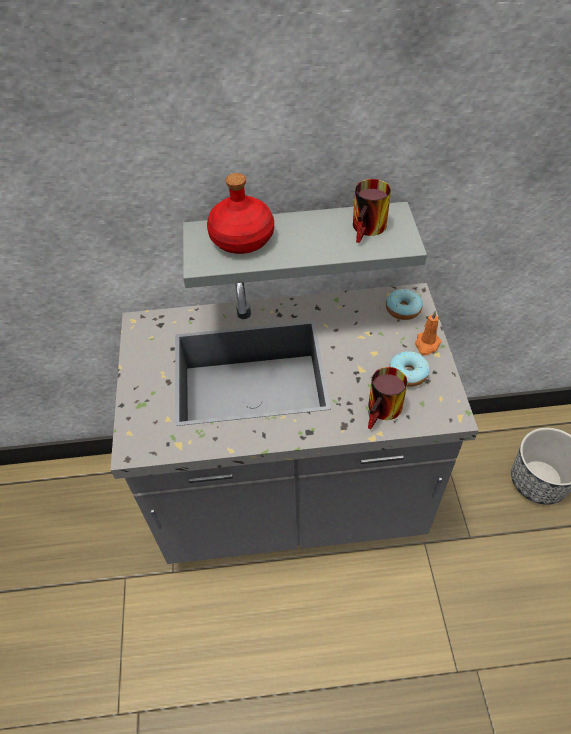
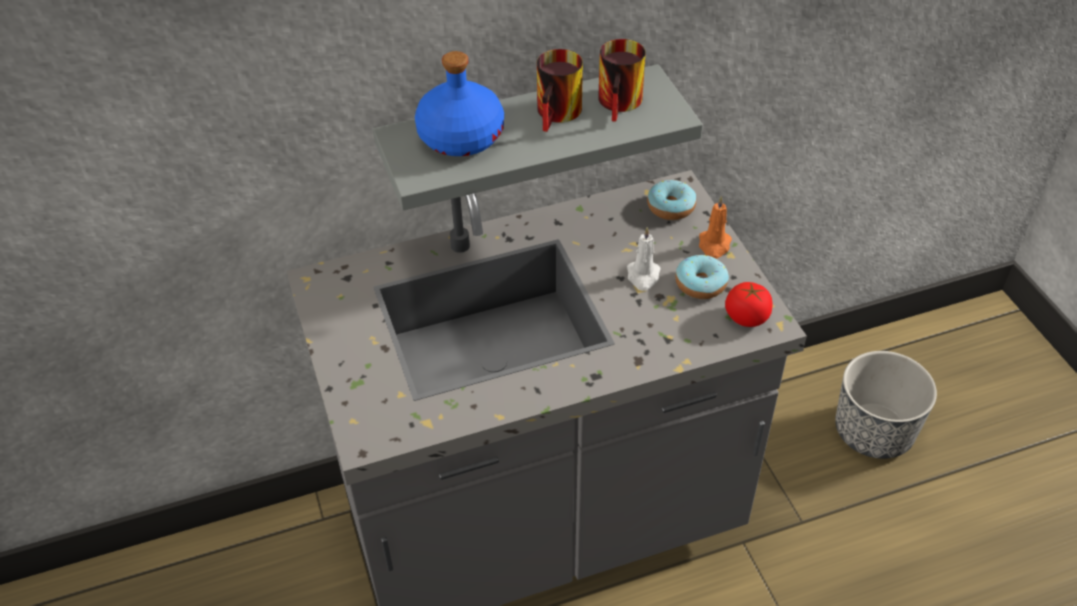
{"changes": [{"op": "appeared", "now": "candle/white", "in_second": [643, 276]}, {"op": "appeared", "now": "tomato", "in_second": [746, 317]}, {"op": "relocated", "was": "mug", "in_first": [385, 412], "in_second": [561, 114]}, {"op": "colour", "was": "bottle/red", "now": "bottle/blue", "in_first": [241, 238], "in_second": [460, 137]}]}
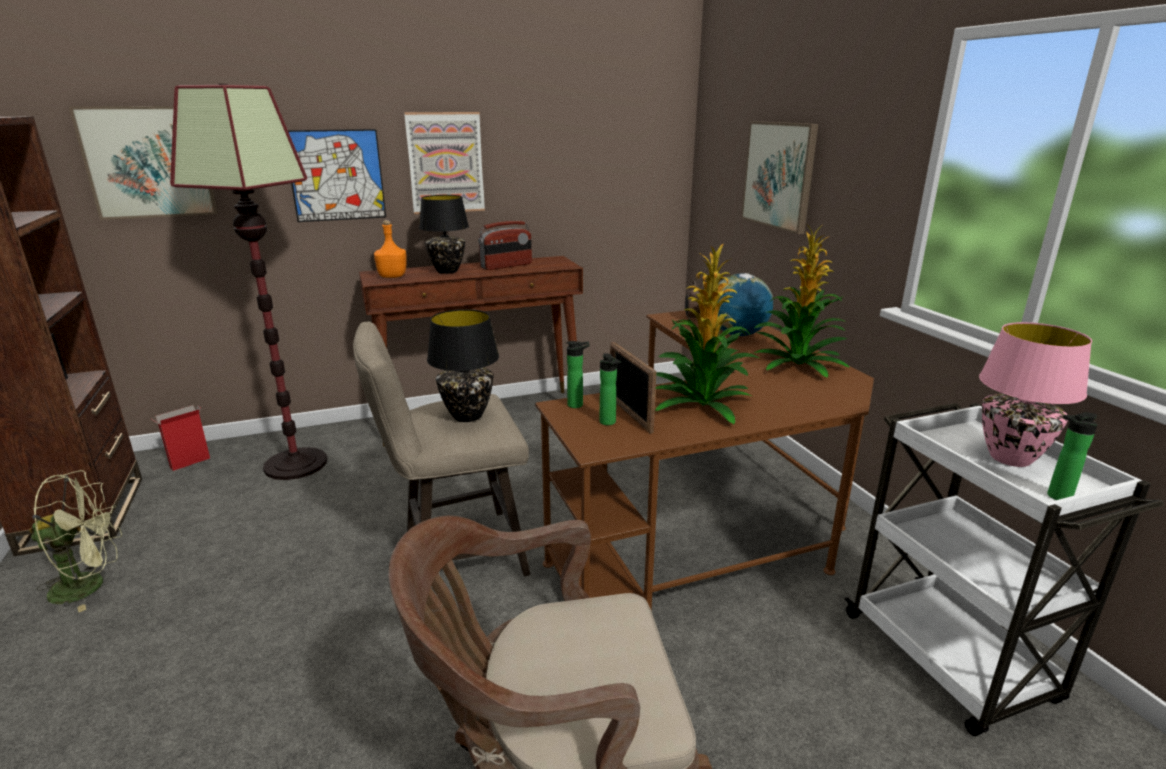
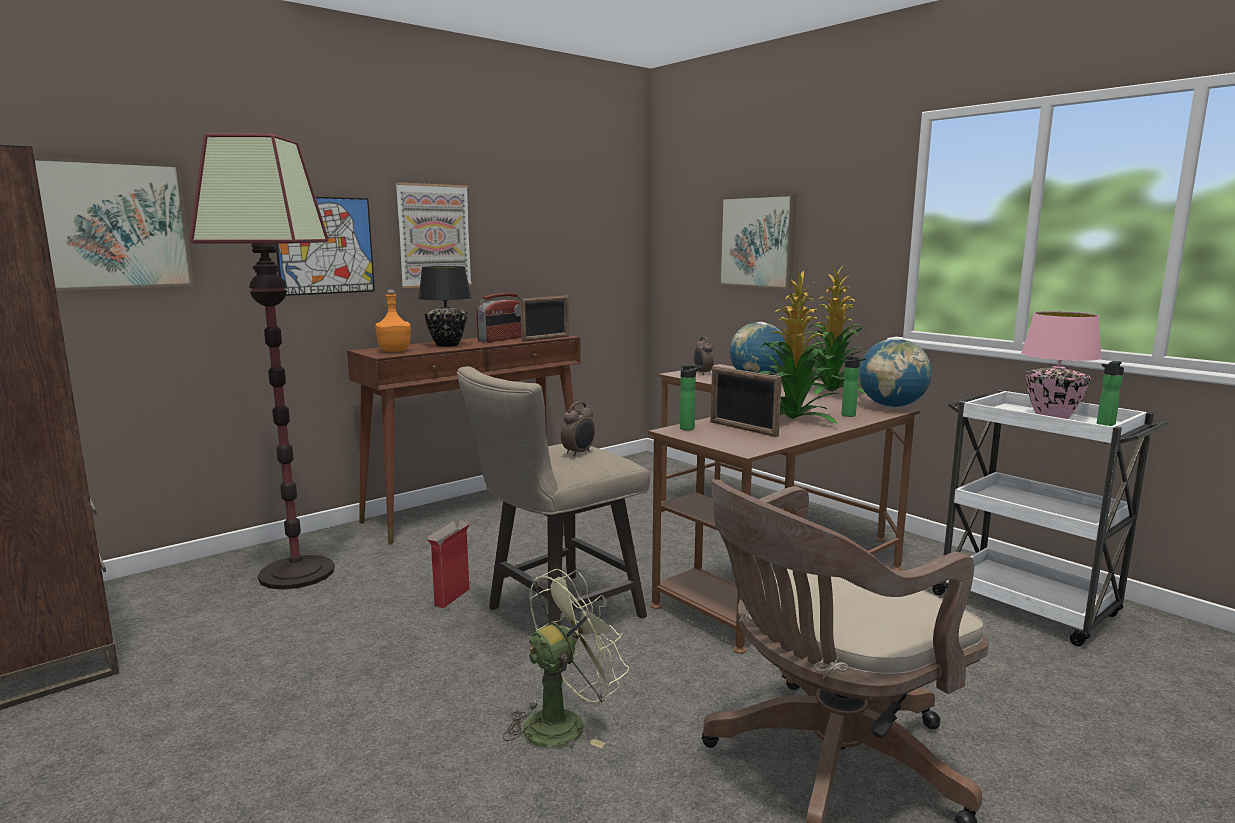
{"changes": [{"op": "appeared", "now": "picture frame", "in_second": [545, 338]}, {"op": "appeared", "now": "globe", "in_second": [892, 406]}, {"op": "relocated", "was": "fan/green", "in_first": [90, 585], "in_second": [564, 722]}, {"op": "relocated", "was": "cardboard box", "in_first": [189, 463], "in_second": [451, 597]}, {"op": "relocated", "was": "bottle", "in_first": [609, 423], "in_second": [850, 415]}, {"op": "exchanged", "was": "table lamp/black", "now": "alarm clock", "in_first": [467, 416], "in_second": [579, 453]}]}
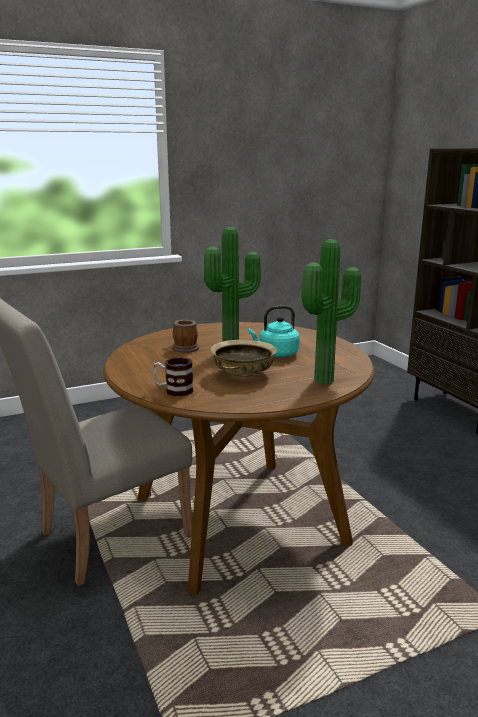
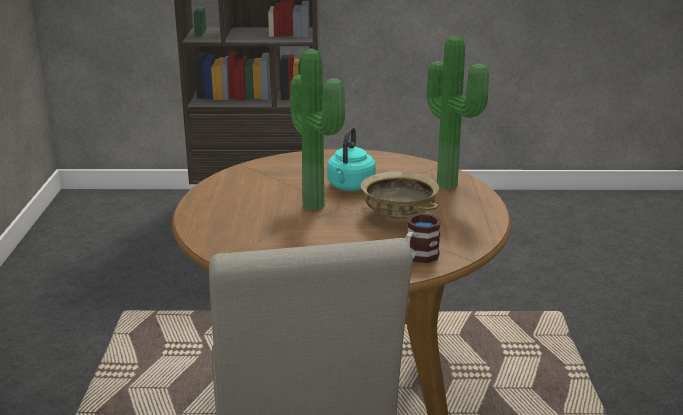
{"changes": [{"op": "missing", "was": "mug", "in_first": [183, 347]}]}
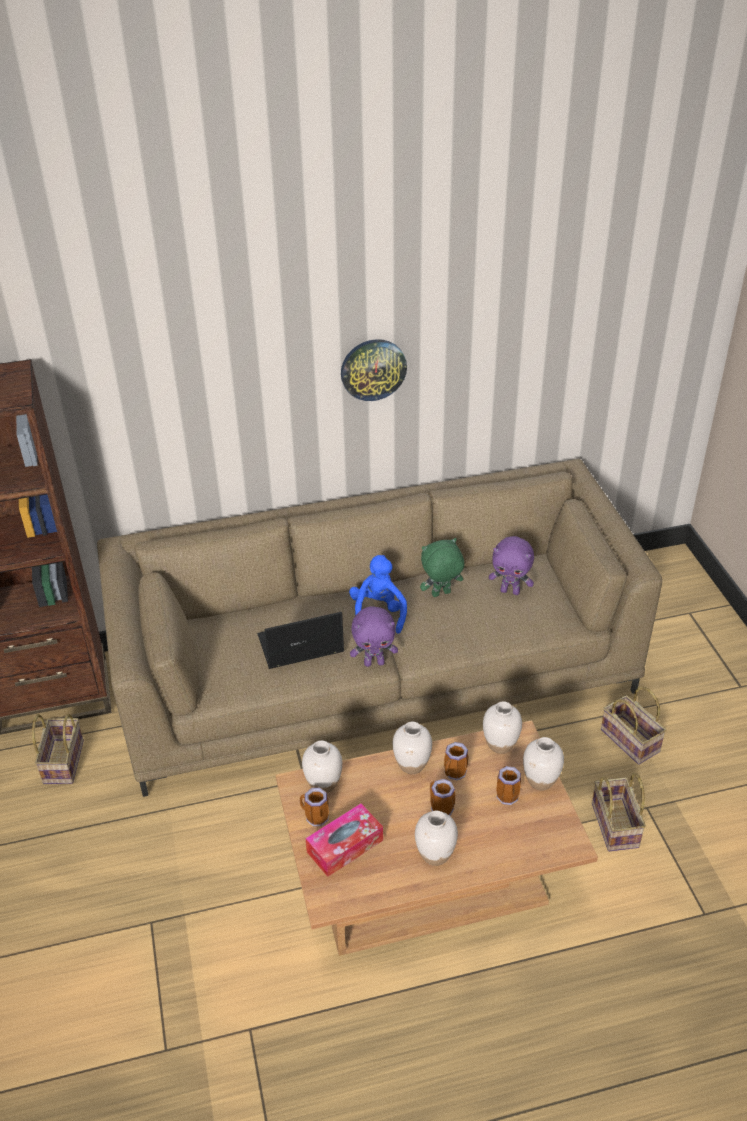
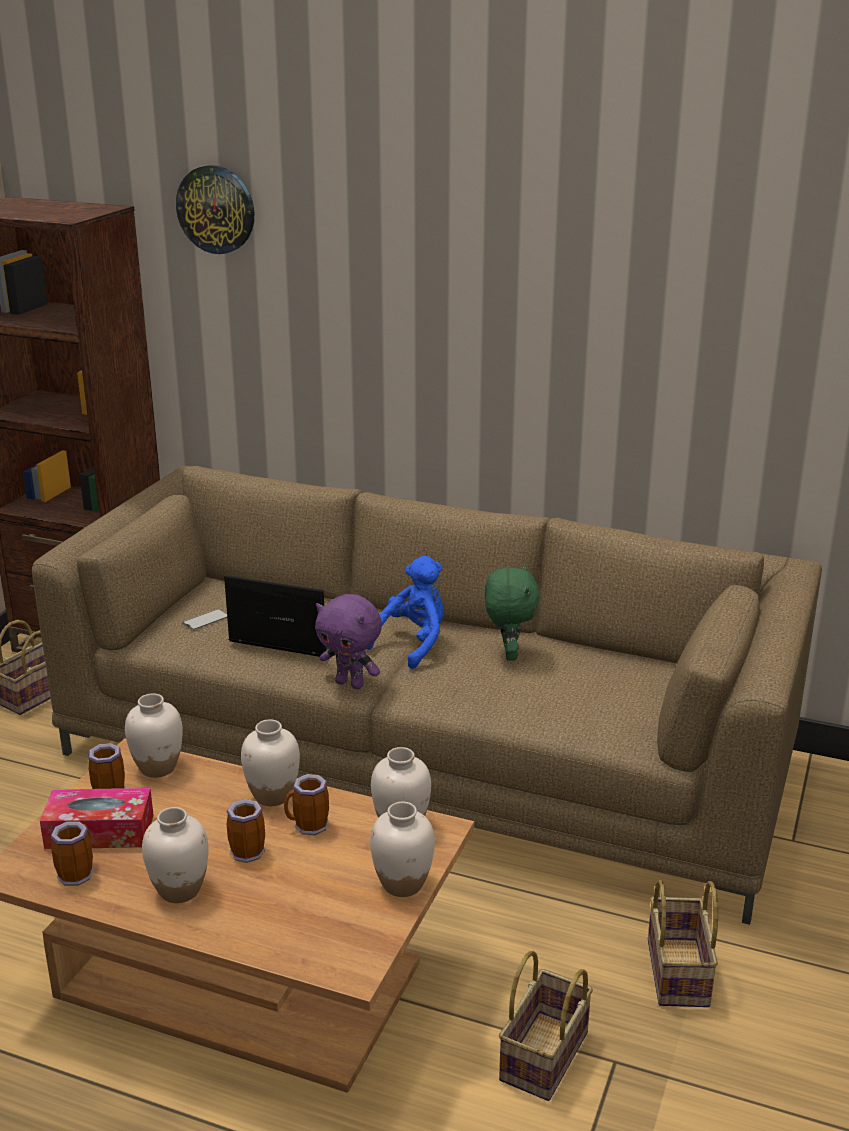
{"changes": [{"op": "missing", "was": "plush toy/purple", "in_first": [510, 591]}, {"op": "appeared", "now": "phone", "in_second": [206, 620]}, {"op": "relocated", "was": "wall clock", "in_first": [373, 369], "in_second": [216, 209]}, {"op": "relocated", "was": "mug", "in_first": [505, 795], "in_second": [76, 873]}, {"op": "spun", "was": "plush toy/green", "in_first": [441, 594], "in_second": [508, 654], "clockwise": 75}]}
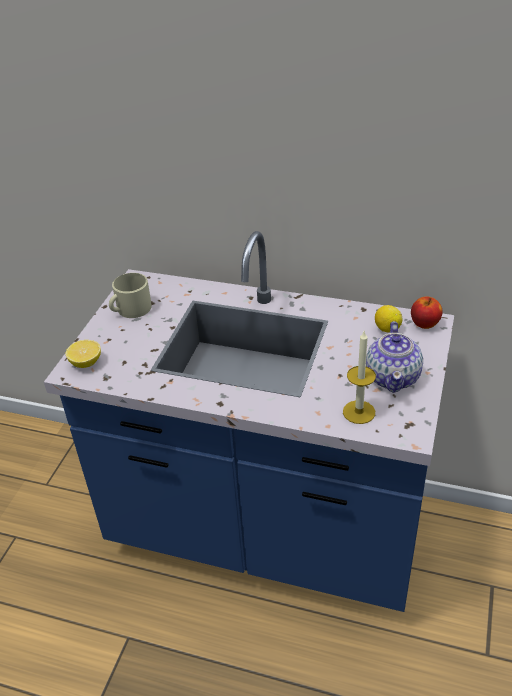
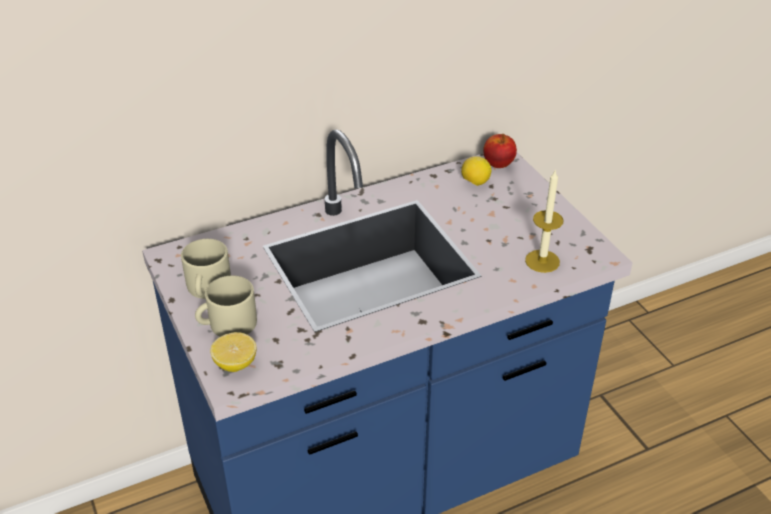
{"changes": [{"op": "missing", "was": "teapot", "in_first": [393, 377]}, {"op": "appeared", "now": "mug/beige", "in_second": [227, 324]}]}
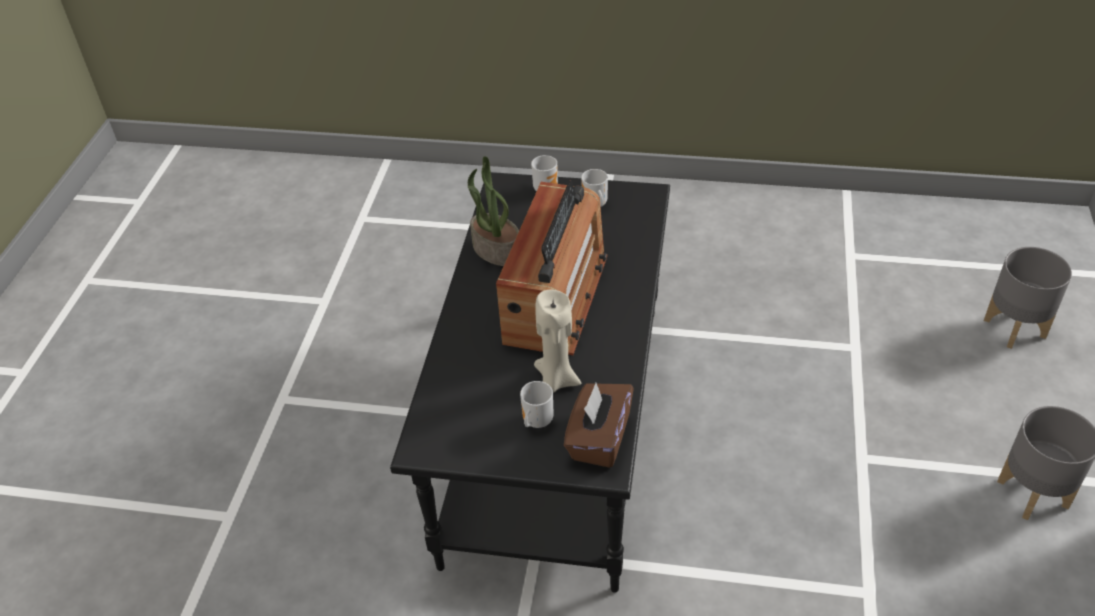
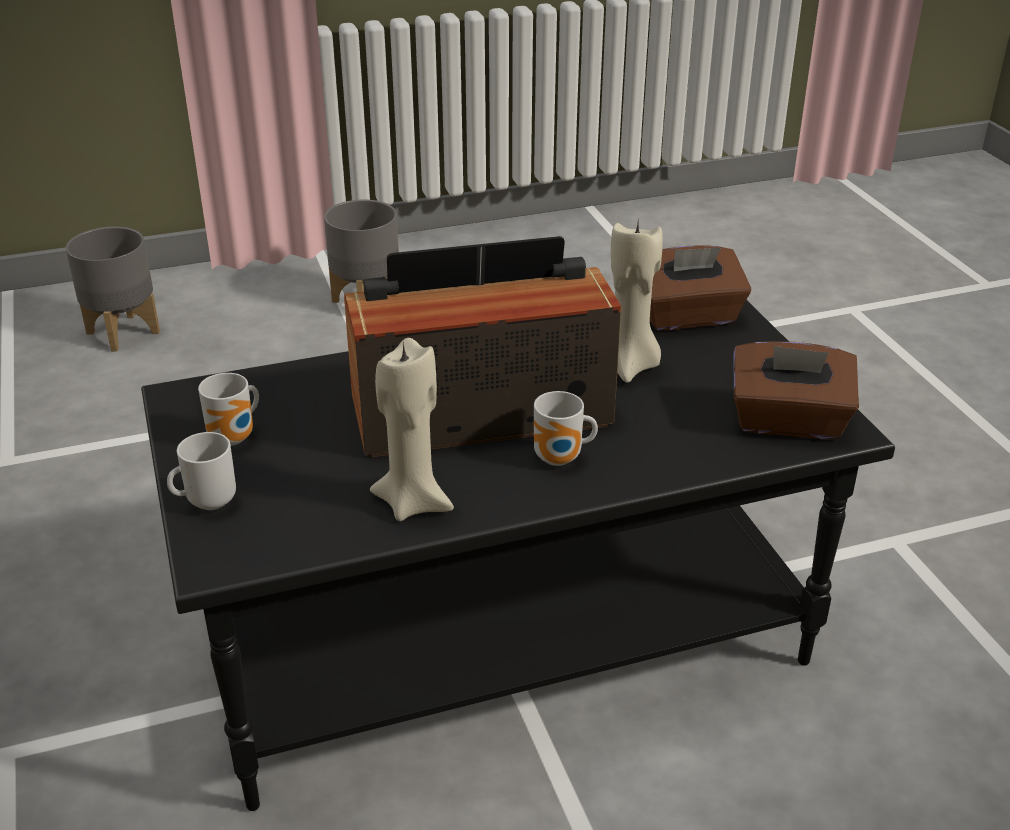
{"changes": [{"op": "appeared", "now": "tissue box/brown", "in_second": [788, 422]}, {"op": "relocated", "was": "mug", "in_first": [535, 422], "in_second": [561, 459]}, {"op": "exchanged", "was": "potted plant", "now": "candle/beige", "in_first": [495, 250], "in_second": [413, 502]}]}
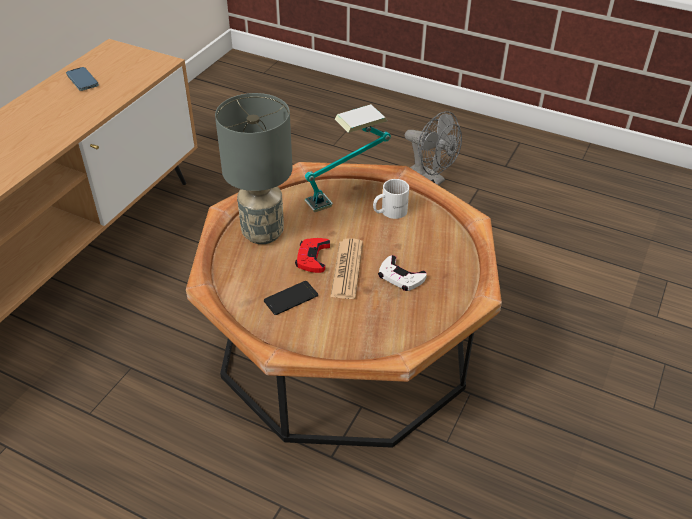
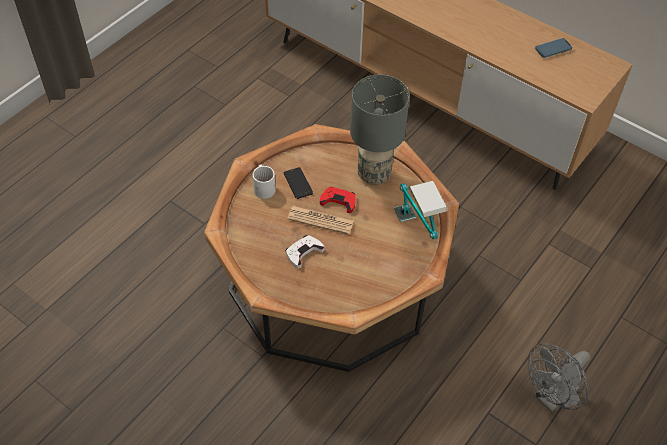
{"changes": [{"op": "relocated", "was": "mug/white", "in_first": [389, 211], "in_second": [264, 186]}]}
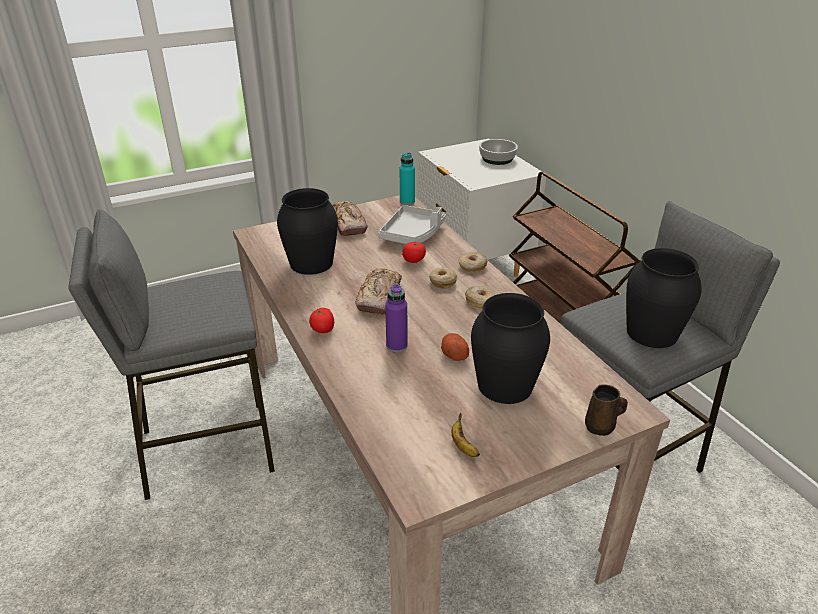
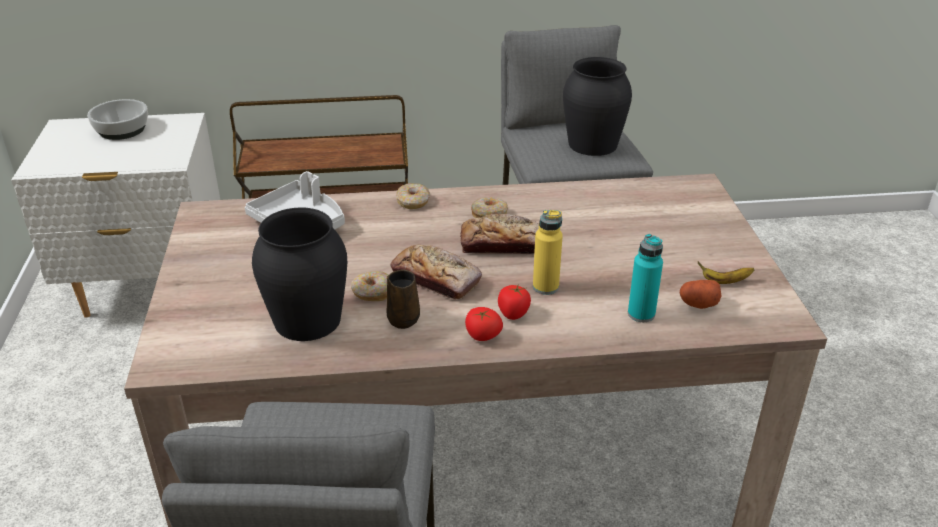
{"changes": [{"op": "missing", "was": "vase/black", "in_first": [505, 385]}, {"op": "relocated", "was": "bread", "in_first": [347, 224], "in_second": [501, 244]}, {"op": "relocated", "was": "bottle/turquoise", "in_first": [407, 202], "in_second": [641, 314]}, {"op": "relocated", "was": "tomato", "in_first": [414, 260], "in_second": [513, 313]}, {"op": "relocated", "was": "donut", "in_first": [442, 282], "in_second": [372, 292]}, {"op": "relocated", "was": "potato", "in_first": [453, 354], "in_second": [698, 304]}, {"op": "relocated", "was": "mug/brown", "in_first": [601, 427], "in_second": [404, 318]}, {"op": "colour", "was": "bottle/purple", "now": "bottle/yellow", "in_first": [396, 346], "in_second": [545, 287]}]}
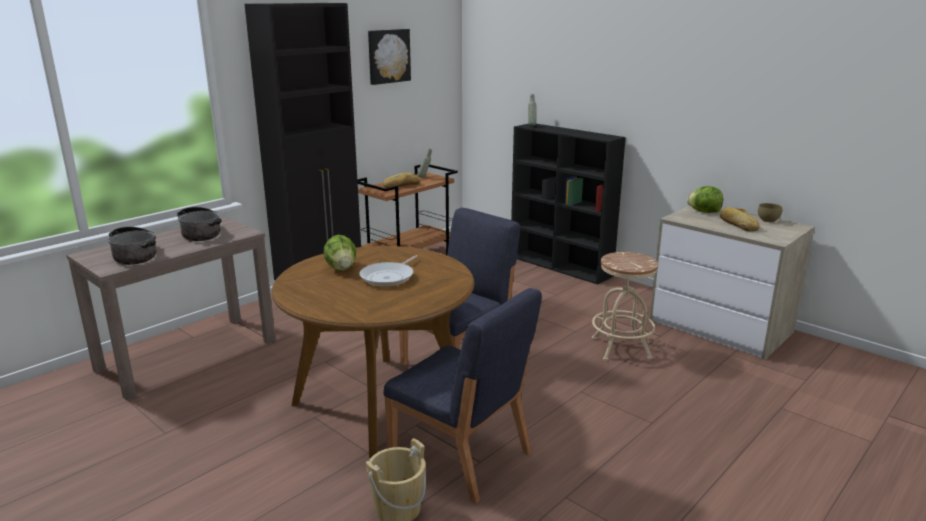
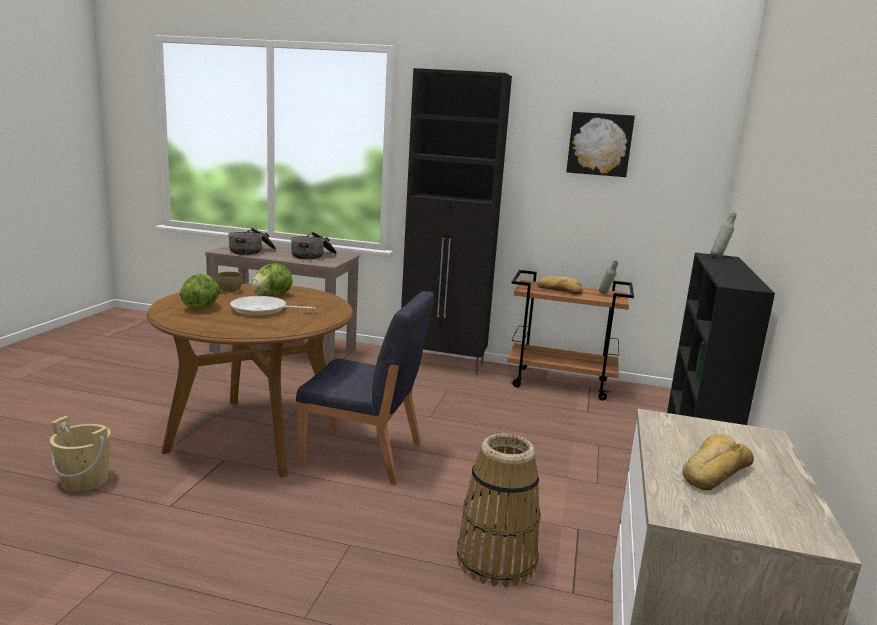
{"changes": [{"op": "missing", "was": "chair/blue", "in_first": [461, 457]}, {"op": "relocated", "was": "lettuce", "in_first": [704, 212], "in_second": [201, 307]}, {"op": "relocated", "was": "bowl/brown", "in_first": [768, 220], "in_second": [228, 291]}, {"op": "exchanged", "was": "stool/beige", "now": "basket", "in_first": [621, 348], "in_second": [495, 560]}]}
